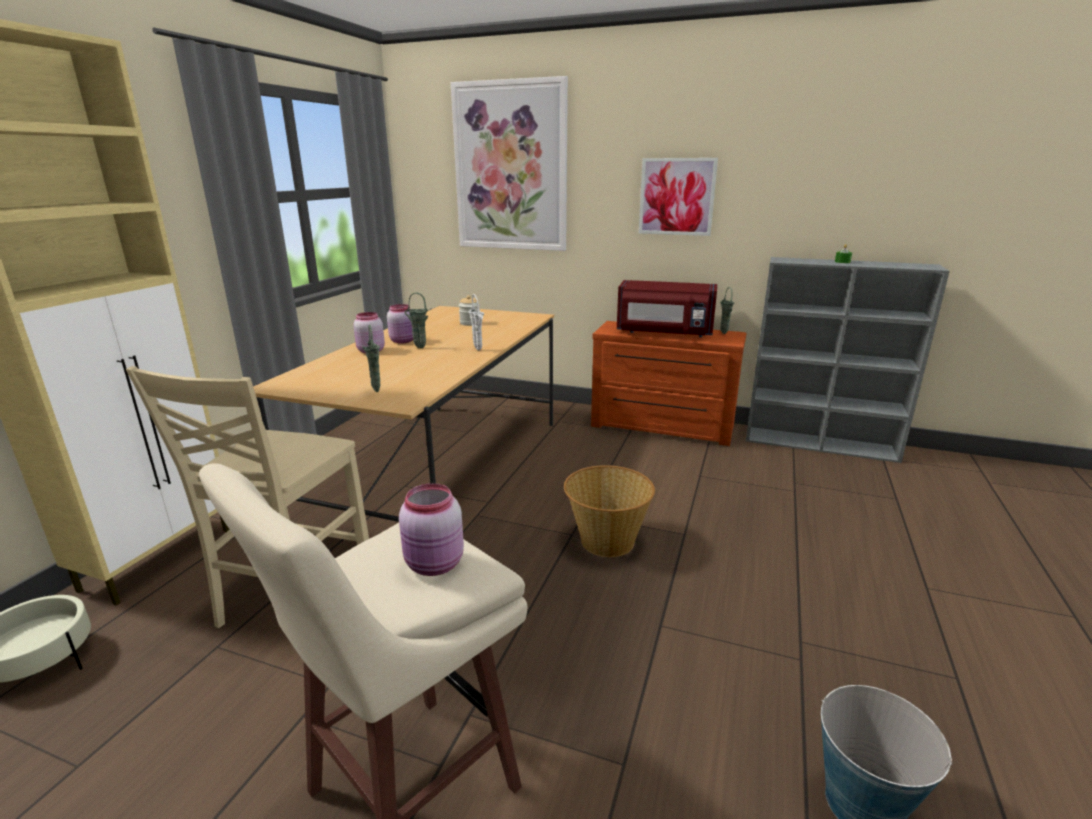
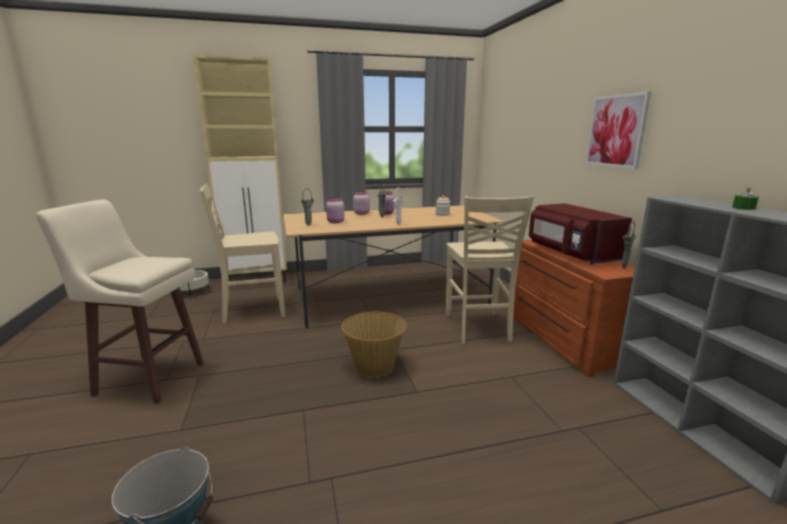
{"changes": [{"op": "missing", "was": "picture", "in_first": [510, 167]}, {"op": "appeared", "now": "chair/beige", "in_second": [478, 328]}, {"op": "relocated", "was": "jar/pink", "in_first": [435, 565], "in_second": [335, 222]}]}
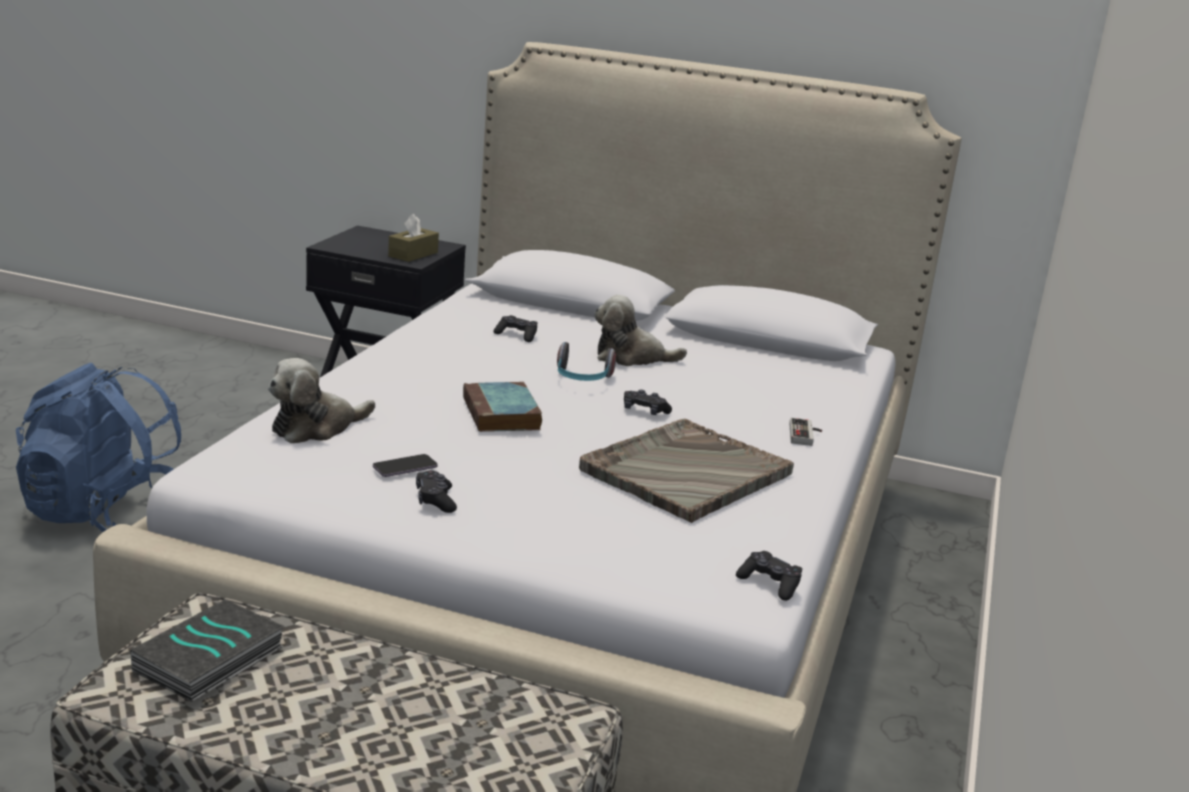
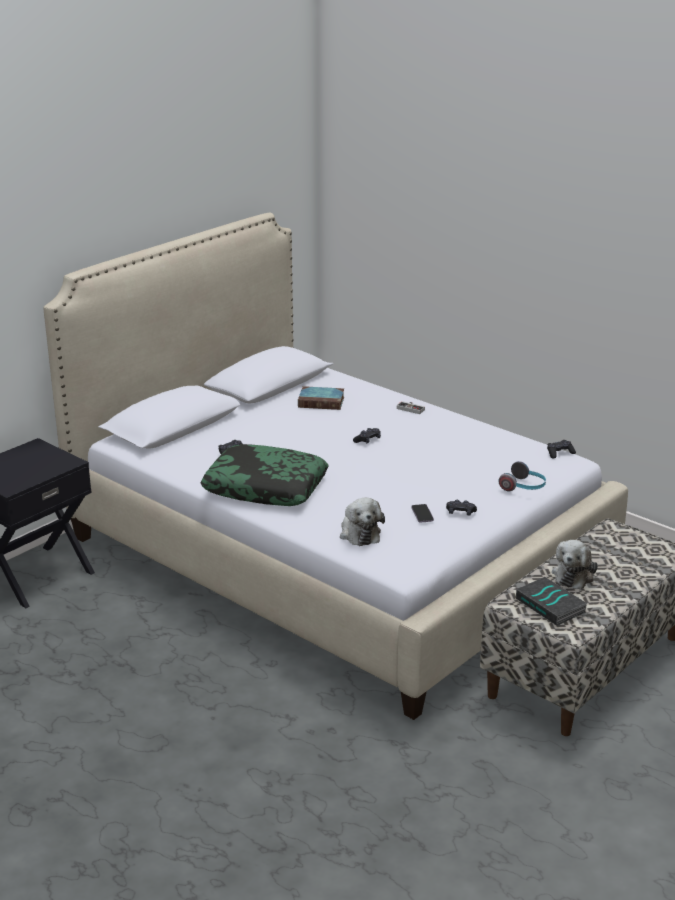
{"changes": [{"op": "missing", "was": "backpack/blue", "in_first": [106, 516]}, {"op": "missing", "was": "tissue box/brown", "in_first": [413, 254]}, {"op": "missing", "was": "tray/grey", "in_first": [684, 472]}, {"op": "appeared", "now": "pillow", "in_second": [265, 487]}, {"op": "relocated", "was": "book", "in_first": [502, 415], "in_second": [322, 402]}, {"op": "relocated", "was": "headphones", "in_first": [582, 379], "in_second": [524, 487]}, {"op": "relocated", "was": "plush toy", "in_first": [631, 357], "in_second": [574, 575]}]}
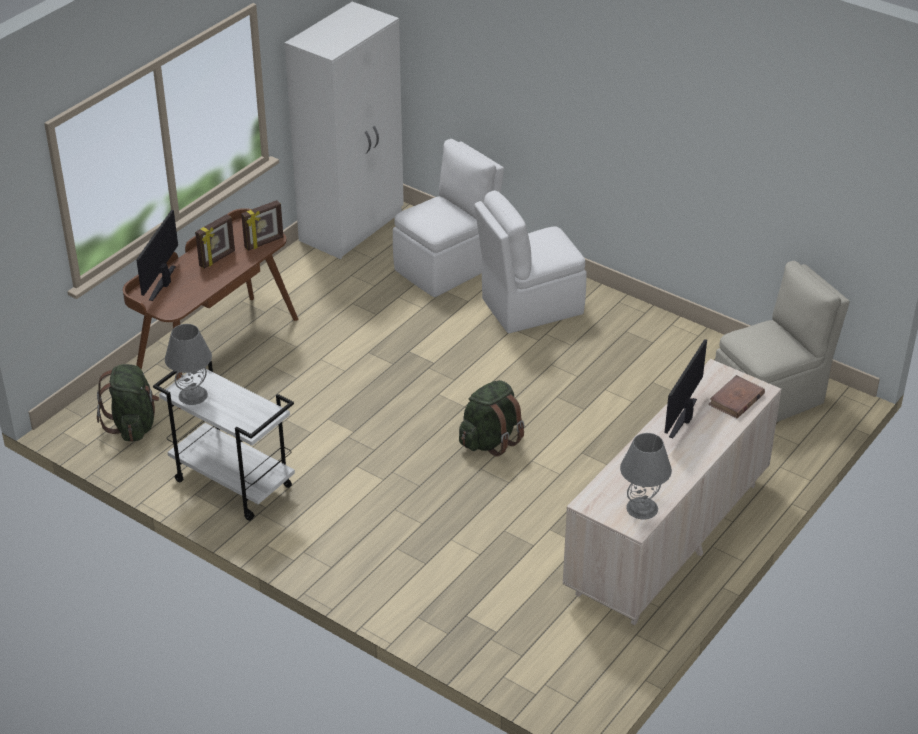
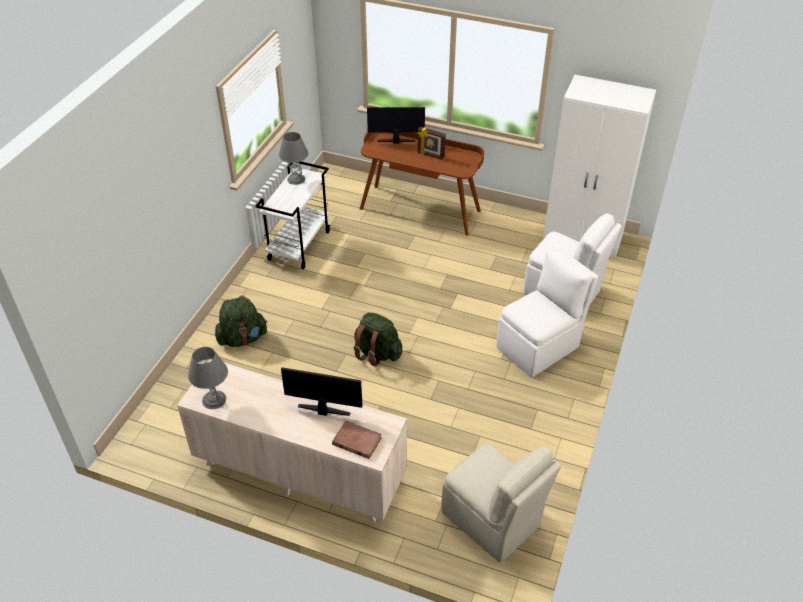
{"changes": [{"op": "missing", "was": "picture frame", "in_first": [264, 243]}, {"op": "relocated", "was": "backpack/green", "in_first": [133, 425], "in_second": [242, 338]}, {"op": "spun", "was": "chair/white", "in_first": [529, 306], "in_second": [539, 346], "clockwise": 90}]}
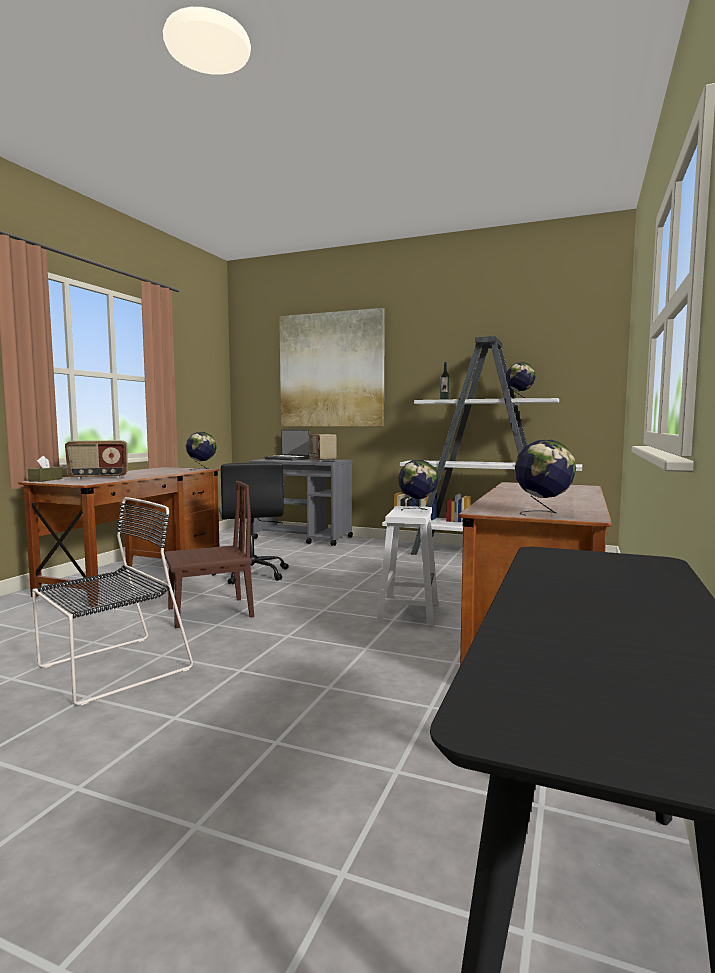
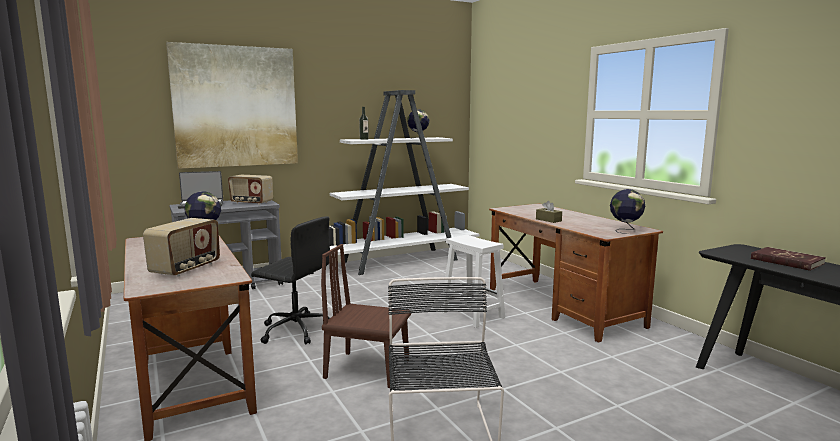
{"changes": [{"op": "missing", "was": "globe", "in_first": [417, 509]}, {"op": "appeared", "now": "book/red", "in_second": [786, 261]}, {"op": "relocated", "was": "tissue box/brown", "in_first": [45, 480], "in_second": [548, 220]}, {"op": "spun", "was": "chair/brown", "in_first": [210, 612], "in_second": [367, 369], "clockwise": -90}]}
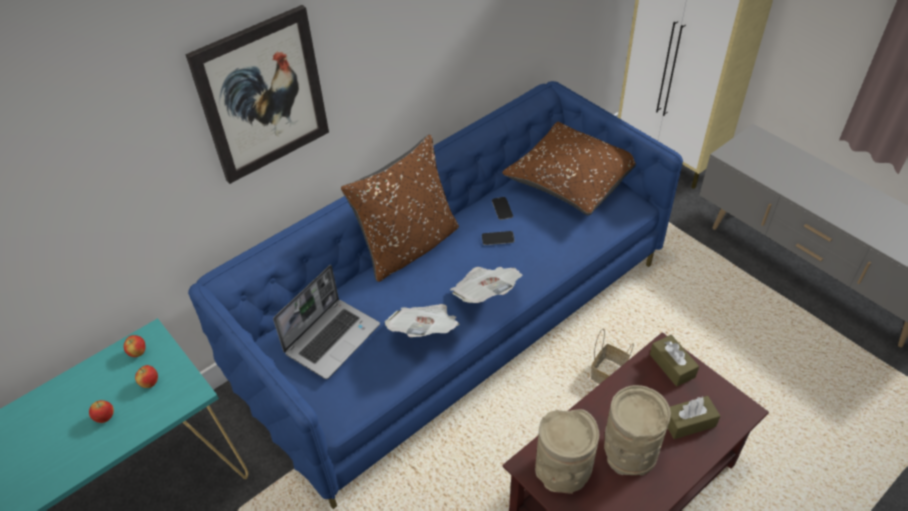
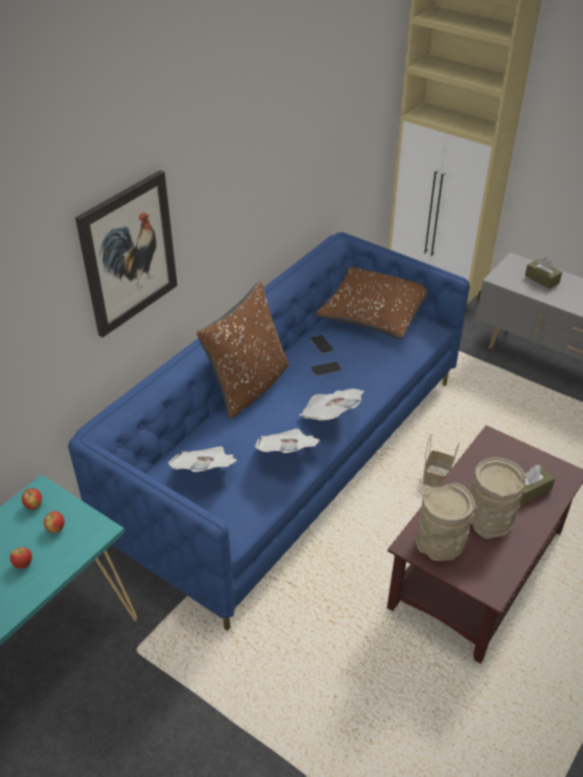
{"changes": [{"op": "relocated", "was": "tissue box/brown", "in_first": [672, 365], "in_second": [542, 279]}, {"op": "exchanged", "was": "laptop", "now": "newspaper", "in_first": [332, 338], "in_second": [205, 471]}]}
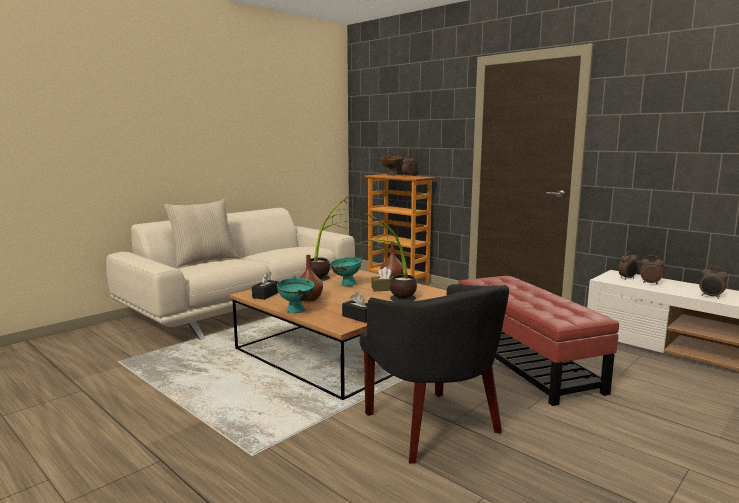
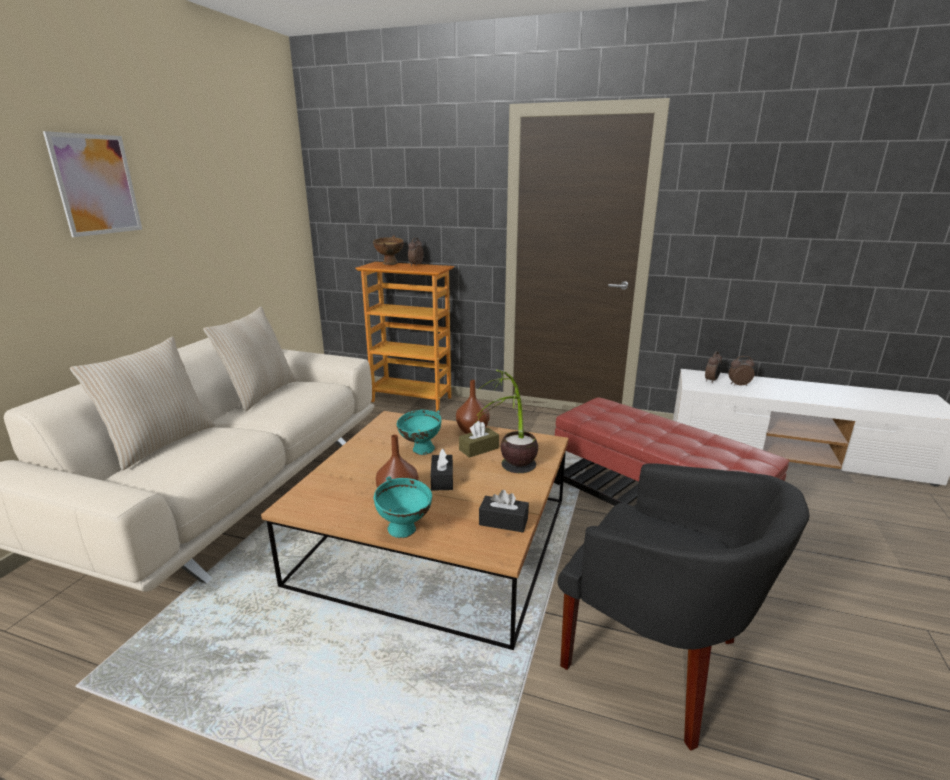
{"changes": [{"op": "missing", "was": "potted plant", "in_first": [329, 275]}, {"op": "missing", "was": "alarm clock", "in_first": [711, 296]}, {"op": "appeared", "now": "picture", "in_second": [96, 185]}, {"op": "appeared", "now": "pillow/beige", "in_second": [260, 393]}, {"op": "relocated", "was": "tissue box/black", "in_first": [265, 295], "in_second": [442, 479]}]}
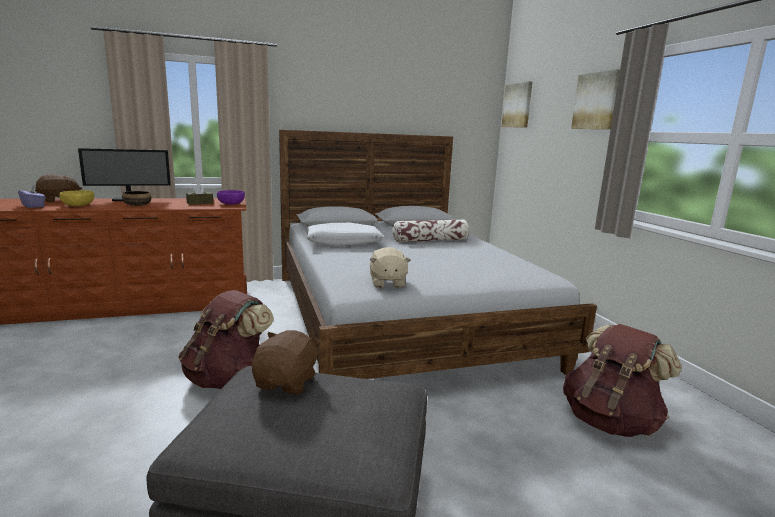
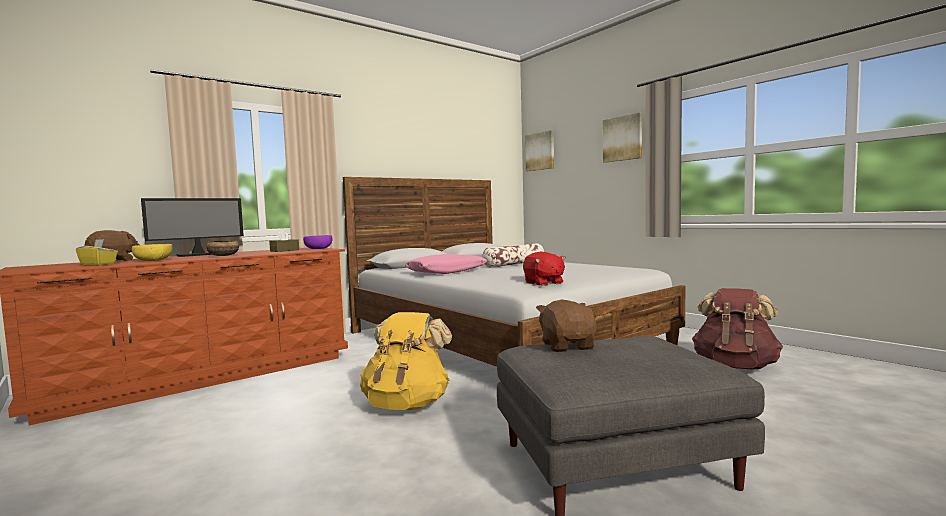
{"changes": [{"op": "colour", "was": "tissue box/purple", "now": "tissue box/yellow", "in_first": [33, 206], "in_second": [98, 264]}, {"op": "colour", "was": "backpack/brown", "now": "backpack/yellow", "in_first": [227, 378], "in_second": [407, 404]}, {"op": "colour", "was": "pillow/white", "now": "pillow/pink", "in_first": [343, 243], "in_second": [446, 272]}, {"op": "colour", "was": "plush toy/beige", "now": "plush toy/red", "in_first": [387, 283], "in_second": [543, 283]}]}
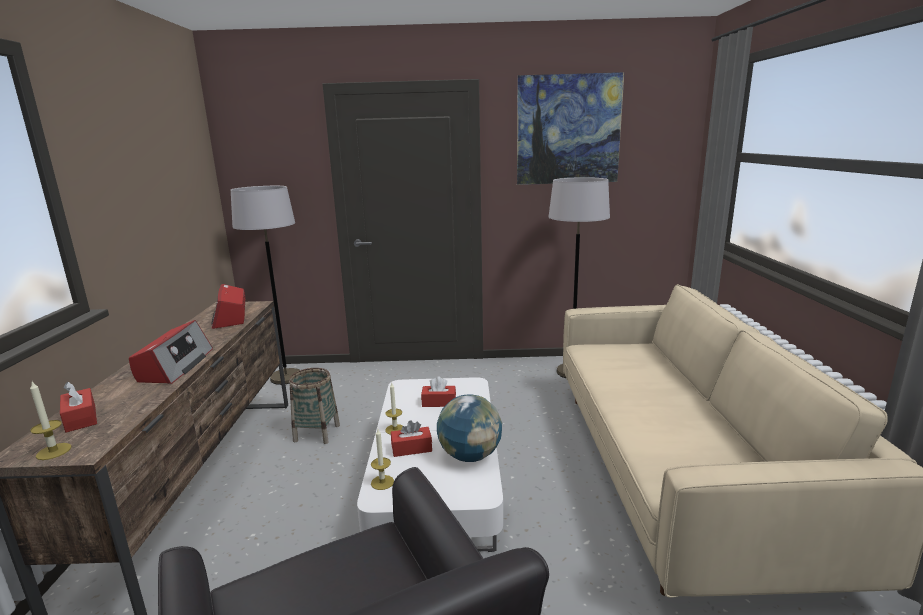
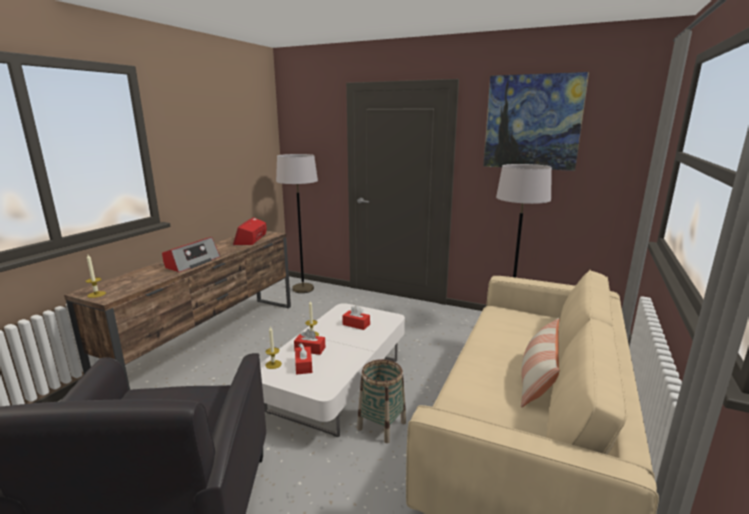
{"changes": [{"op": "missing", "was": "globe", "in_first": [470, 456]}, {"op": "appeared", "now": "pillow", "in_second": [537, 378]}, {"op": "relocated", "was": "tissue box/red", "in_first": [81, 418], "in_second": [304, 365]}, {"op": "relocated", "was": "basket", "in_first": [317, 433], "in_second": [381, 425]}]}
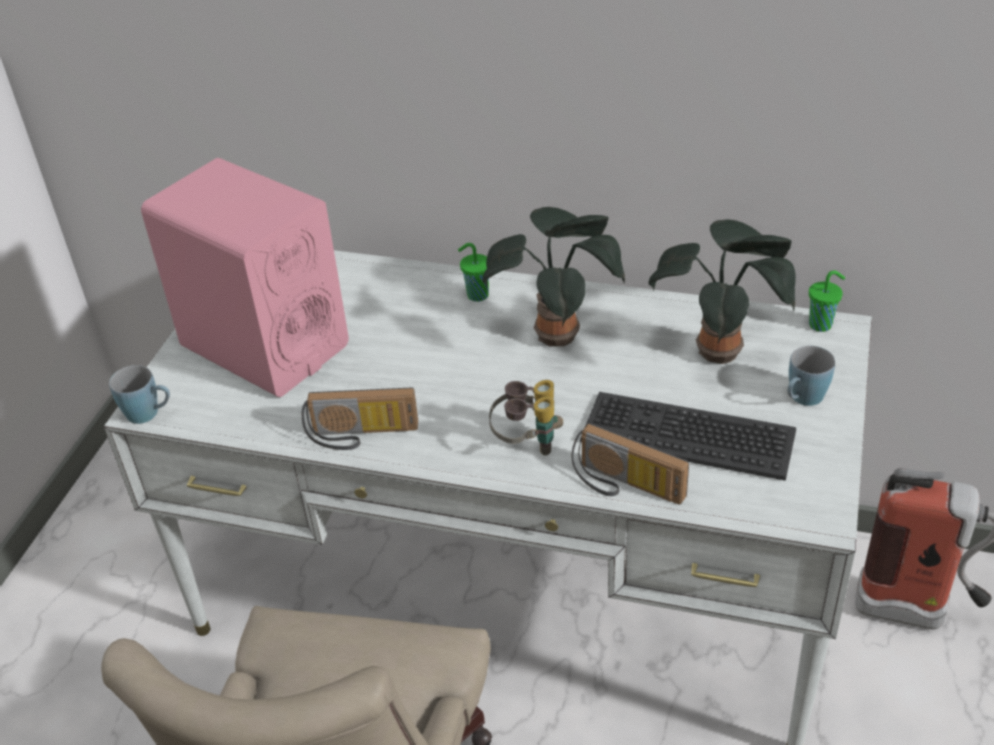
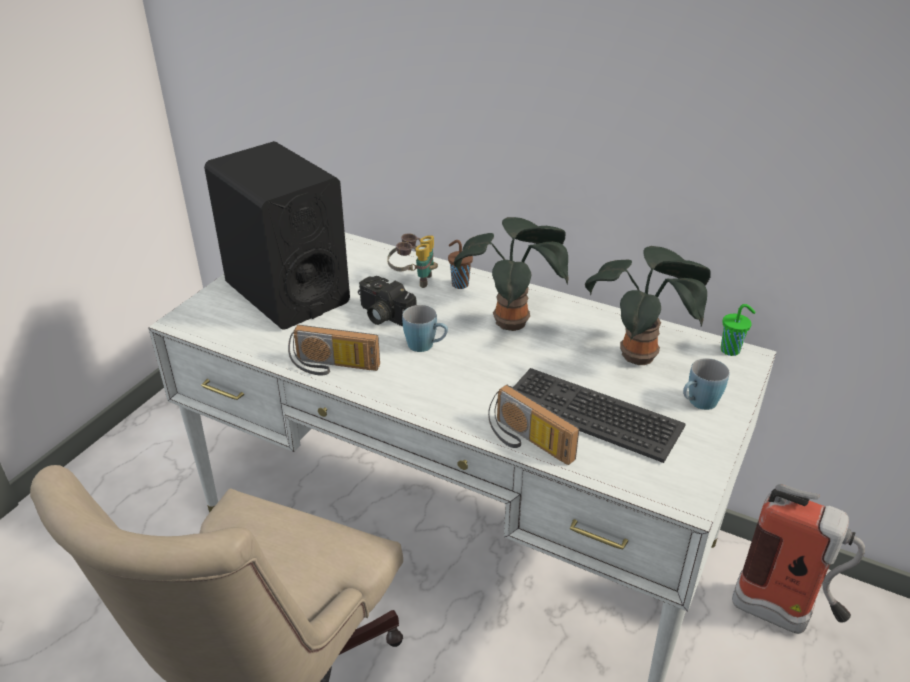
{"changes": [{"op": "appeared", "now": "photo camera", "in_second": [383, 315]}, {"op": "relocated", "was": "mug/blue", "in_first": [149, 413], "in_second": [426, 346]}, {"op": "relocated", "was": "binoculars", "in_first": [527, 443], "in_second": [413, 280]}, {"op": "colour", "was": "speaker/pink", "now": "speaker/black", "in_first": [264, 345], "in_second": [286, 292]}, {"op": "colour", "was": "cup/green", "now": "cup/brown", "in_first": [476, 295], "in_second": [459, 284]}]}
